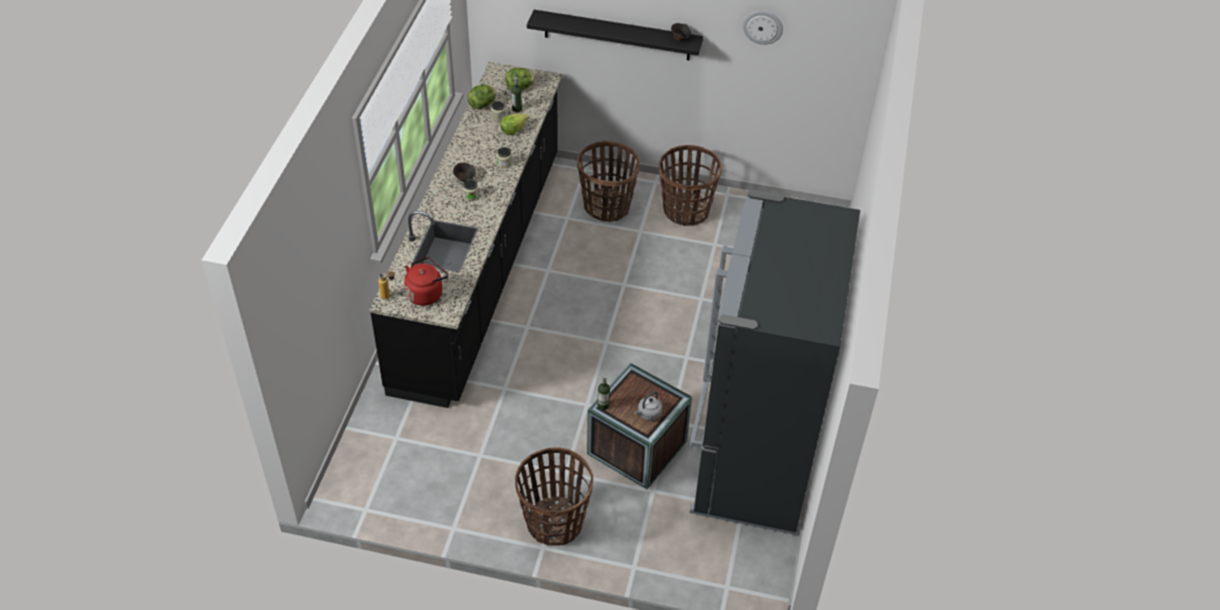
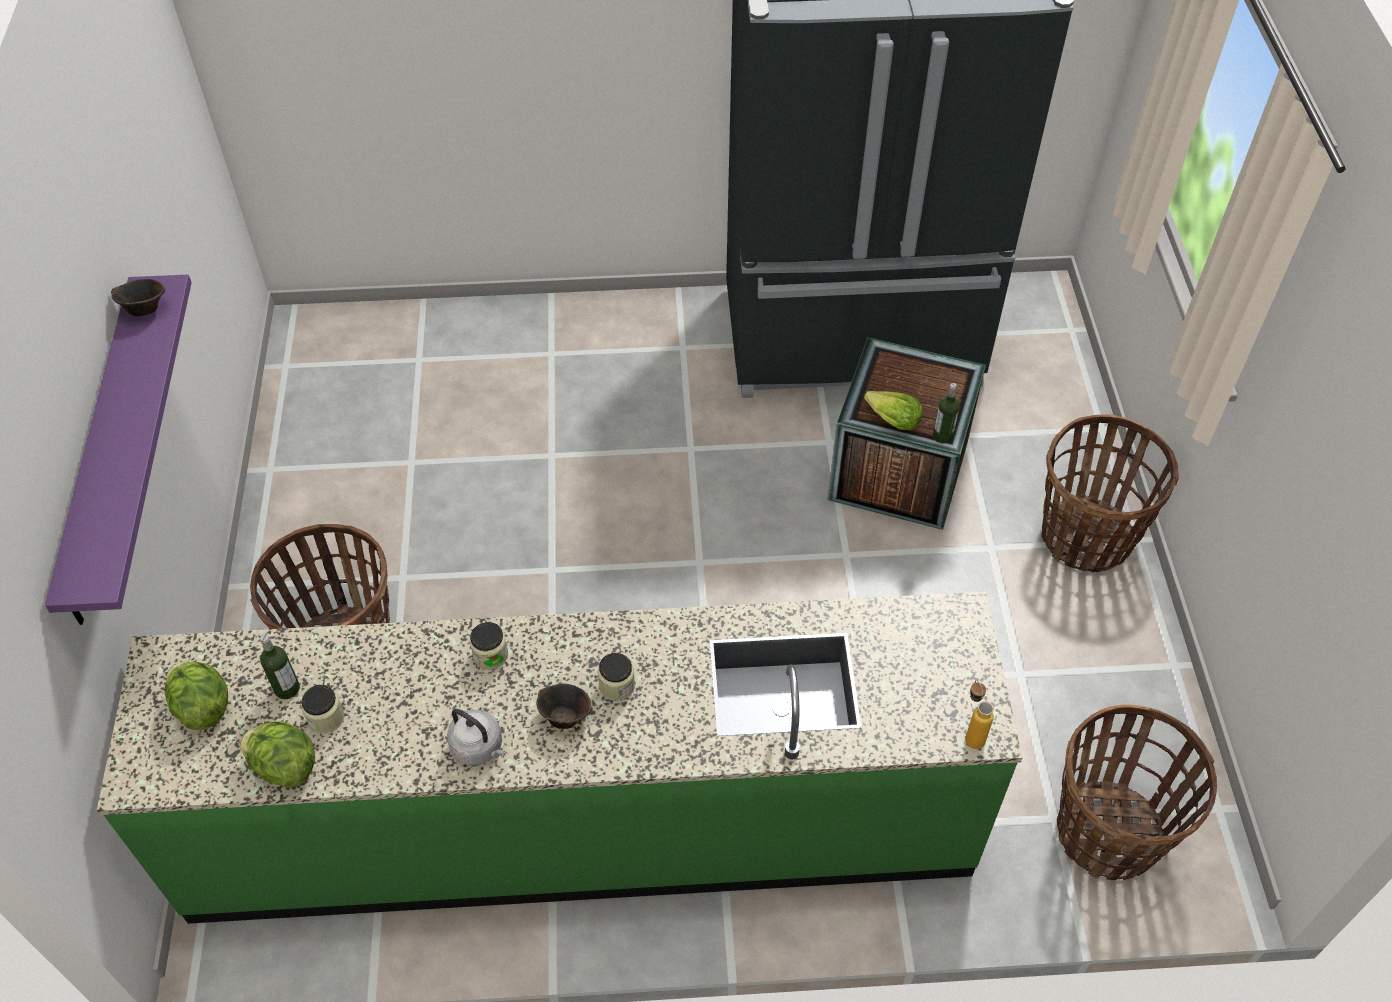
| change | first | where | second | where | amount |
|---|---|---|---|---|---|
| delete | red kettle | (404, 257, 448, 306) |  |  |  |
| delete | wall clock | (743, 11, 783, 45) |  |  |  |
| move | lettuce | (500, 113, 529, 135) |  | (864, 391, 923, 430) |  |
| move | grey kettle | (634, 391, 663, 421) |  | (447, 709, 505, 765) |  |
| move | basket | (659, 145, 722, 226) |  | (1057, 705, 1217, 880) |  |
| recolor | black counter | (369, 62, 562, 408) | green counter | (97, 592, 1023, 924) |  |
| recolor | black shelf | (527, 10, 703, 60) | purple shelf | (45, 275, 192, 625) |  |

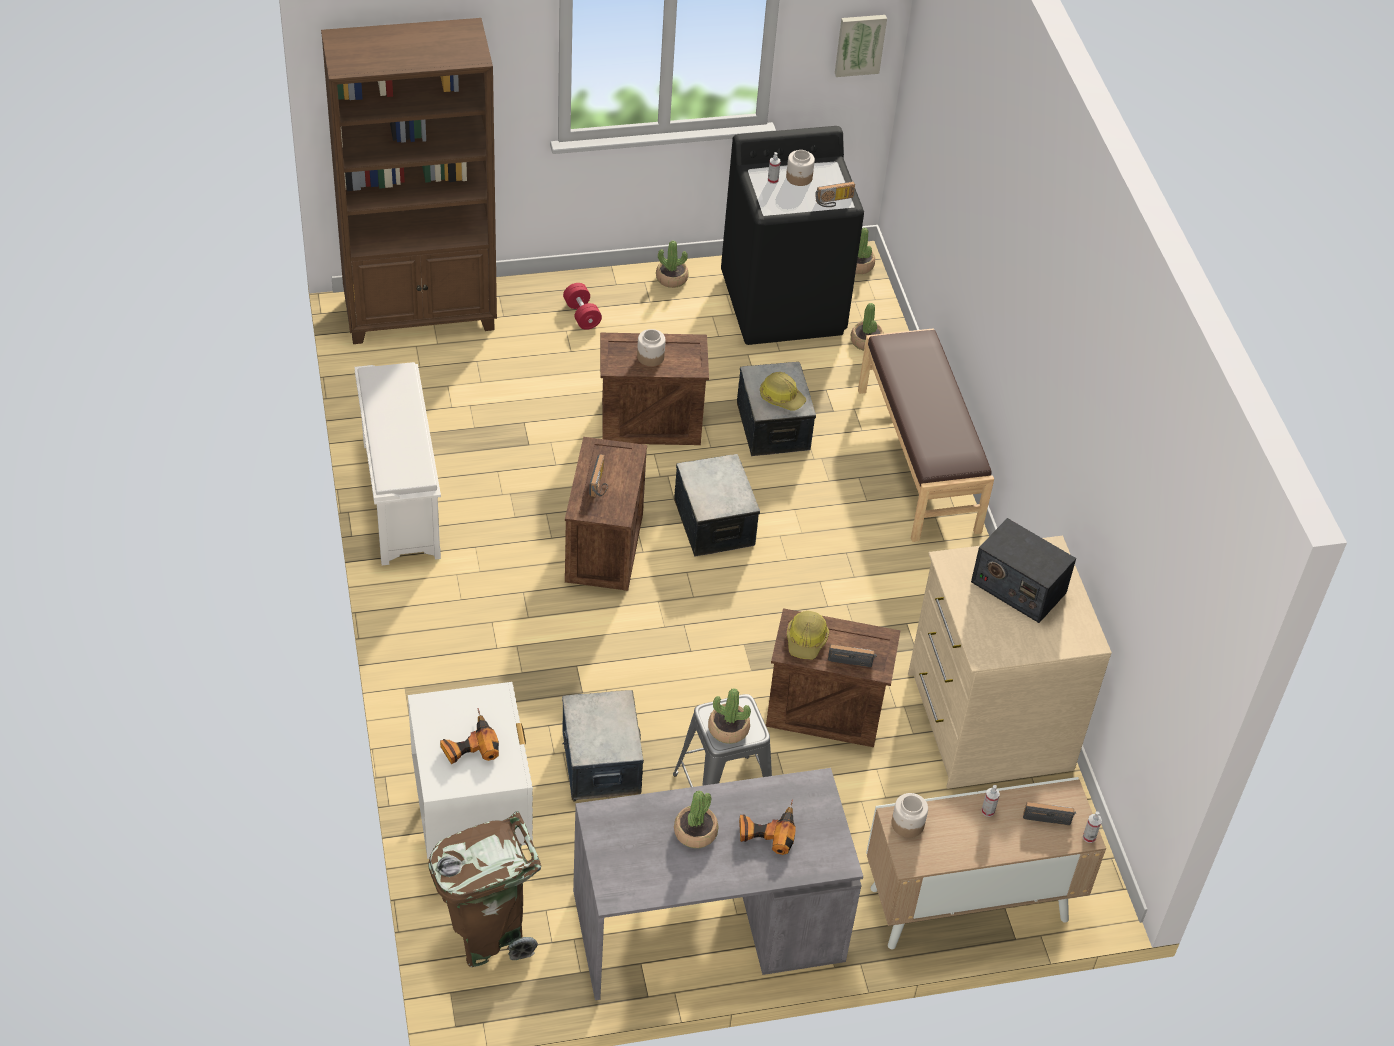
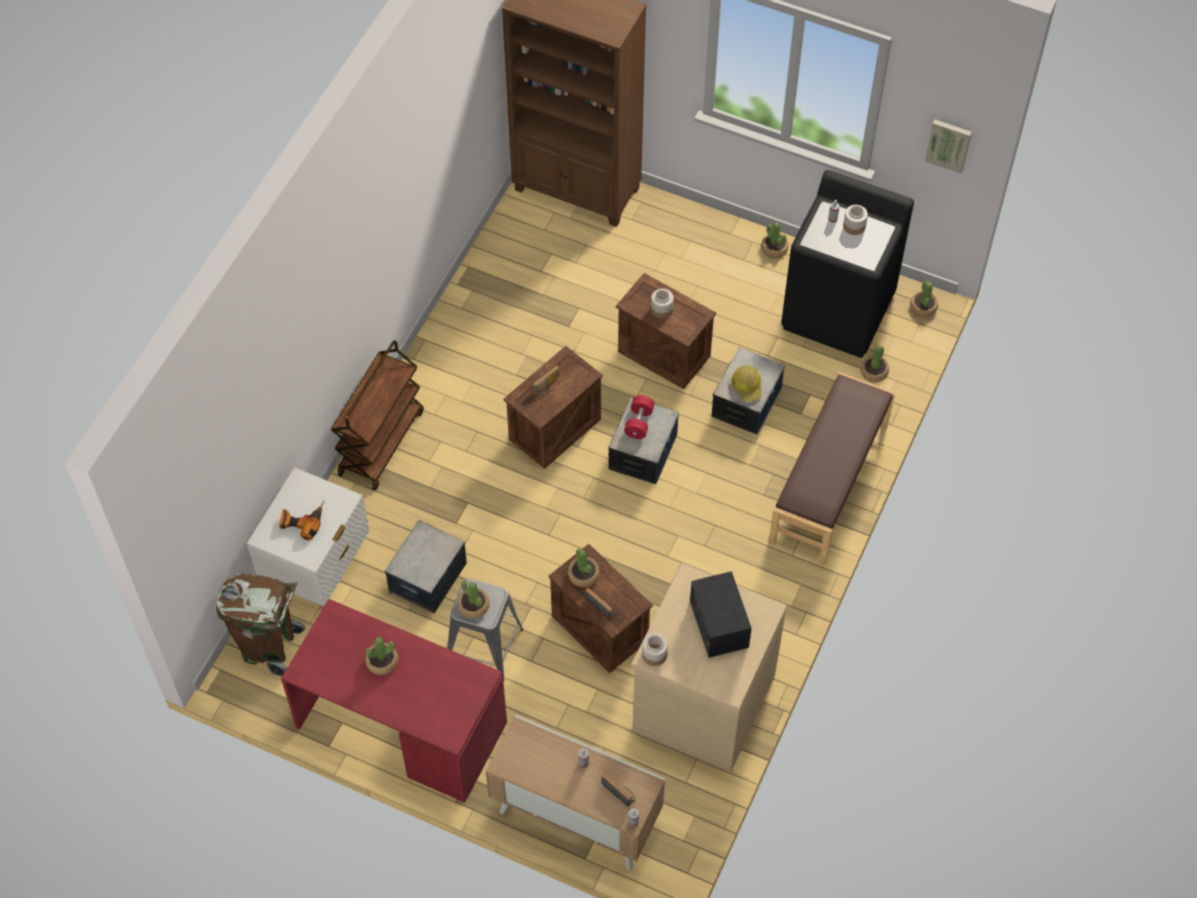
| change | first | where | second | where | amount |
|---|---|---|---|---|---|
| delete | white shoe rack | (355, 362, 441, 566) |  |  |  |
| delete | power drill | (739, 799, 795, 855) |  |  |  |
| delete | radio | (815, 181, 855, 207) |  |  |  |
| insert |  |  | brown cart | (331, 340, 424, 490) |  |
| move | red dumbbell | (563, 283, 602, 330) |  | (624, 395, 654, 439) |  |
| move | jar | (891, 793, 928, 838) |  | (642, 633, 668, 666) |  |
| replace | hard hat | (787, 611, 829, 660) | potted plant | (568, 548, 599, 587) |  |
| recolor | grey desk | (573, 768, 863, 1000) | red desk | (281, 599, 507, 803) |  |

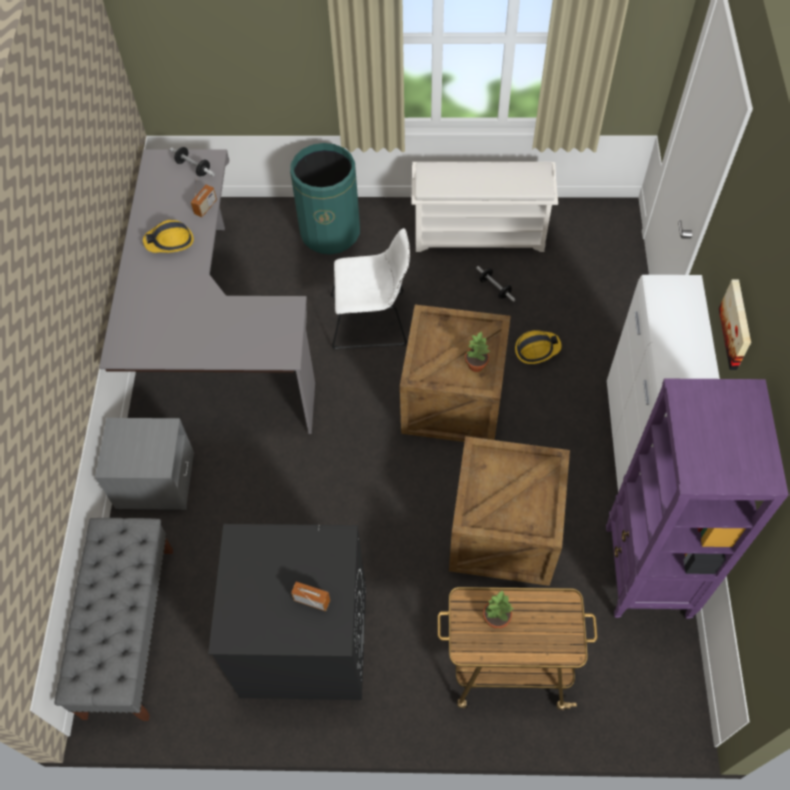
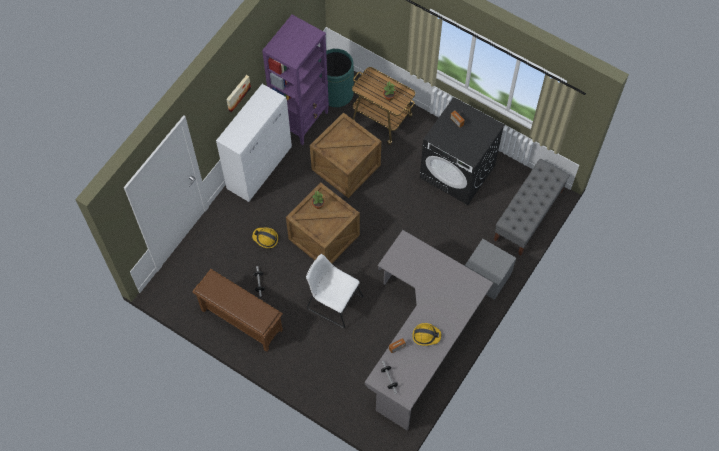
| change | first | where | second | where | amount |
|---|---|---|---|---|---|
| move | green trash can | (290, 143, 360, 255) |  | (319, 49, 354, 107) |  |
| recolor | white shoe rack | (412, 162, 558, 252) | brown shoe rack | (192, 269, 283, 352) |  |

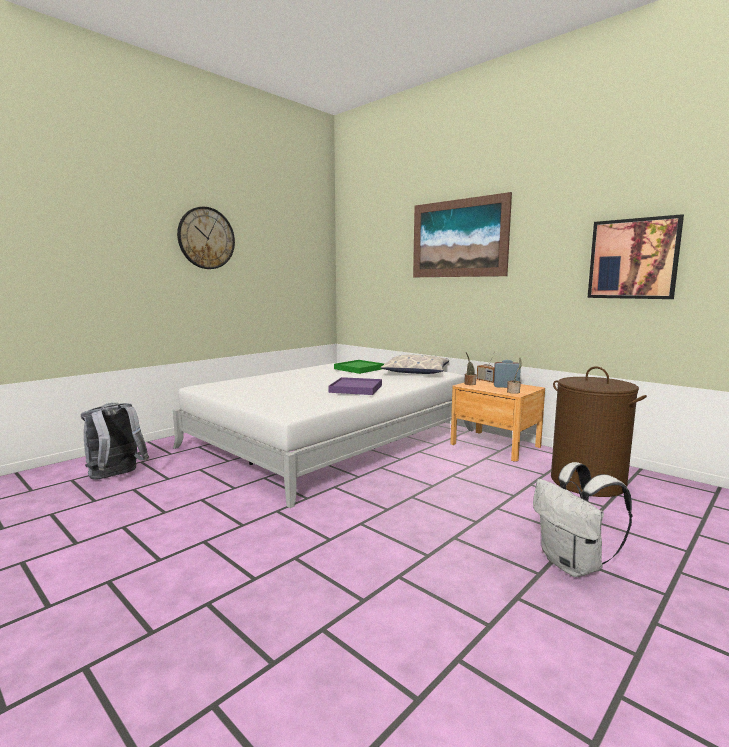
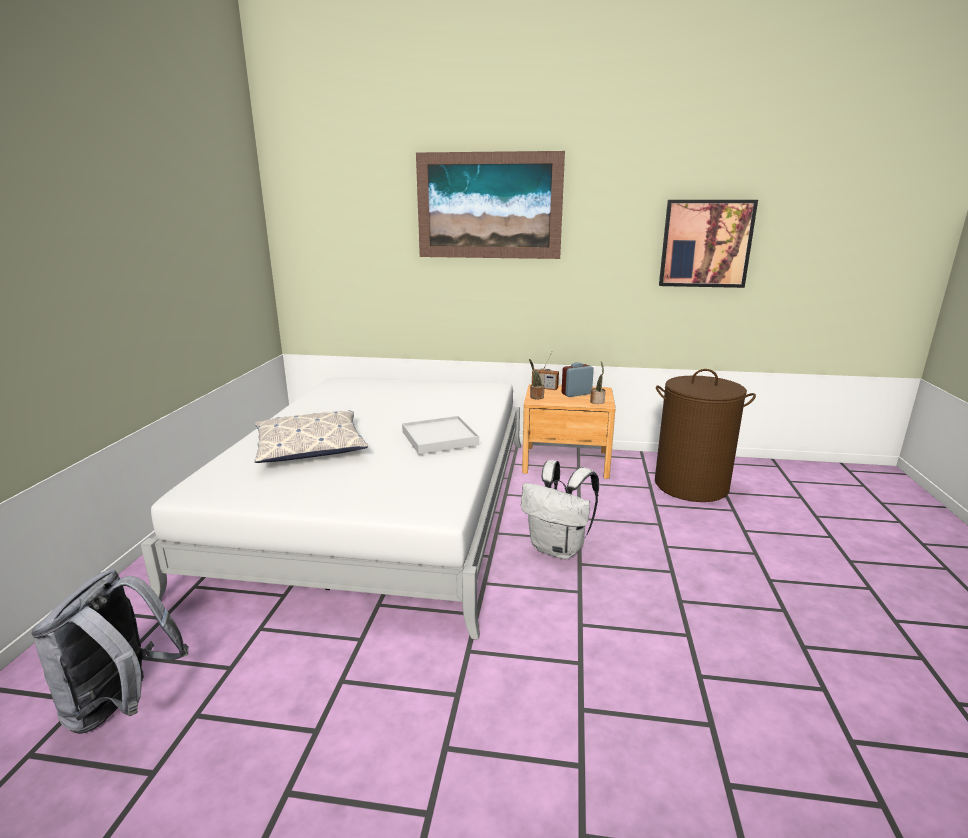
| change | first | where | second | where | amount |
|---|---|---|---|---|---|
| delete | wall clock | (177, 207, 235, 269) |  |  |  |
| delete | green tray | (334, 360, 384, 374) |  |  |  |
| move | pillow | (380, 354, 449, 374) |  | (254, 410, 368, 463) |  |
| move | white backpack | (533, 462, 633, 577) |  | (521, 460, 599, 559) |  |
| recolor | purple tray | (329, 377, 382, 395) | white tray | (402, 416, 479, 454) |  |

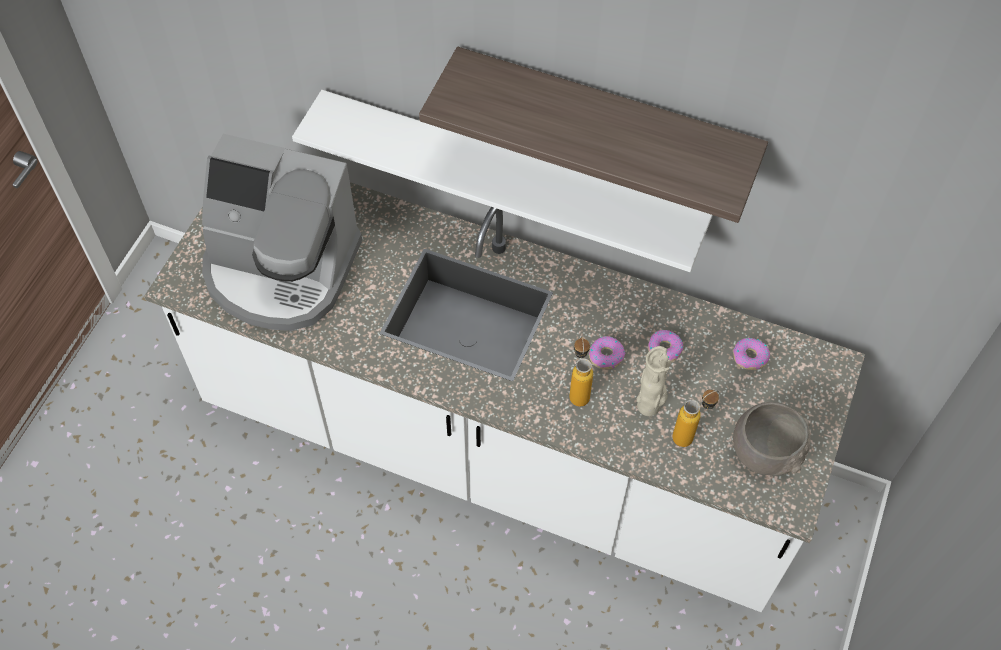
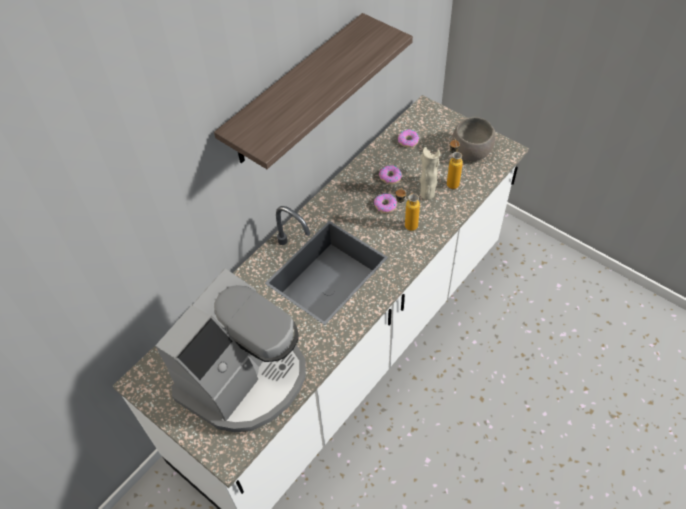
| change | first | where | second | where | amount |
|---|---|---|---|---|---|
| delete | white shelf | (292, 90, 712, 272) |  |  |  |

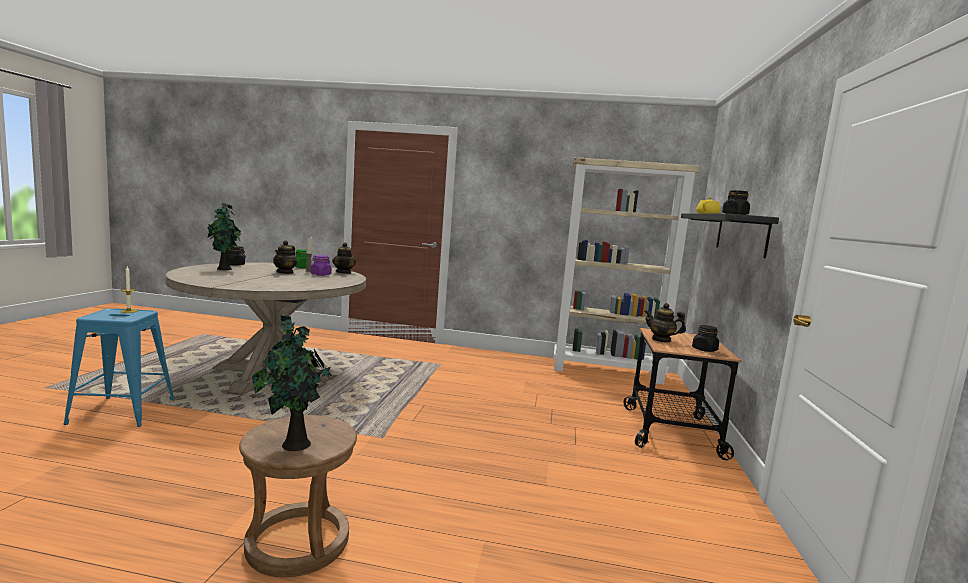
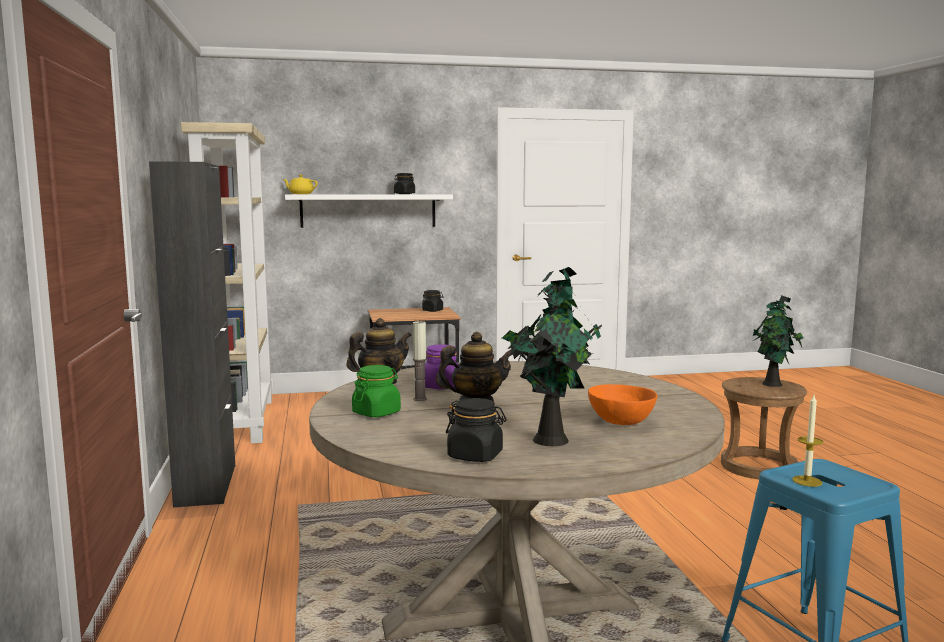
| change | first | where | second | where | amount |
|---|---|---|---|---|---|
| delete | teapot | (644, 303, 686, 342) |  |  |  |
| insert |  |  | black cabinet | (149, 161, 235, 508) |  |
| insert |  |  | orange bowl | (588, 384, 657, 425) |  |
| recolor | black shelf | (681, 213, 779, 258) | white shelf | (285, 195, 453, 228) |  |

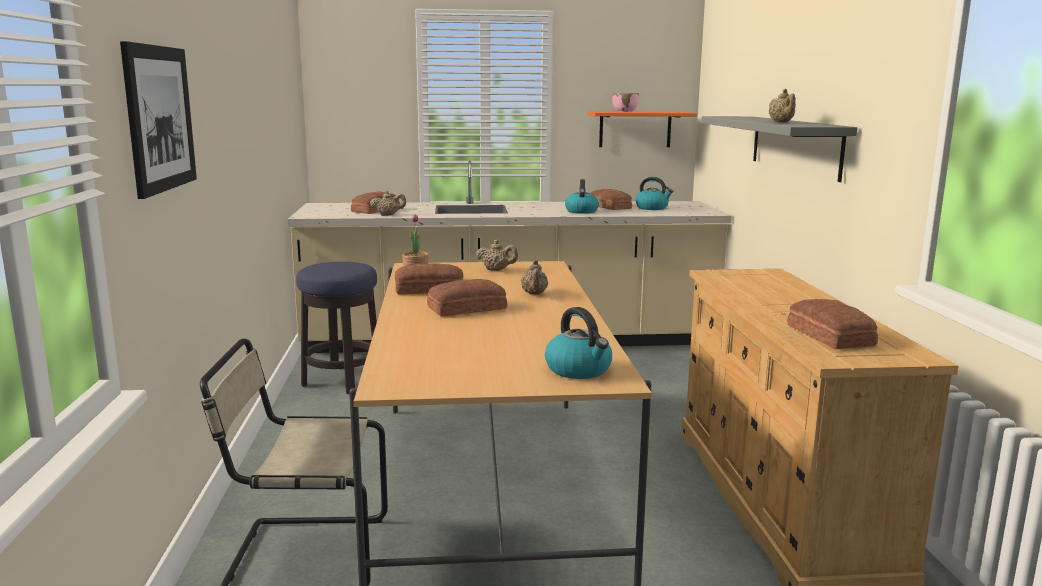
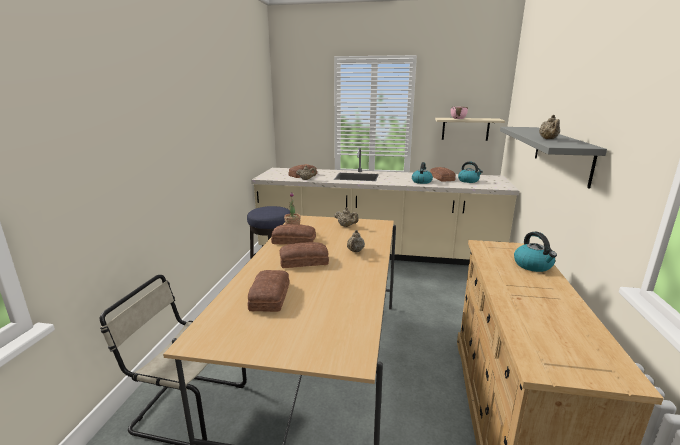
| change | first | where | second | where | amount |
|---|---|---|---|---|---|
| delete | picture | (120, 41, 197, 199) |  |  |  |
| move | kettle | (545, 307, 612, 379) |  | (514, 231, 557, 272) |  |
| move | bread | (787, 299, 878, 349) |  | (248, 270, 289, 312) |  |
| recolor | orange shelf | (587, 111, 697, 147) | beige shelf | (435, 118, 505, 141) |  |

